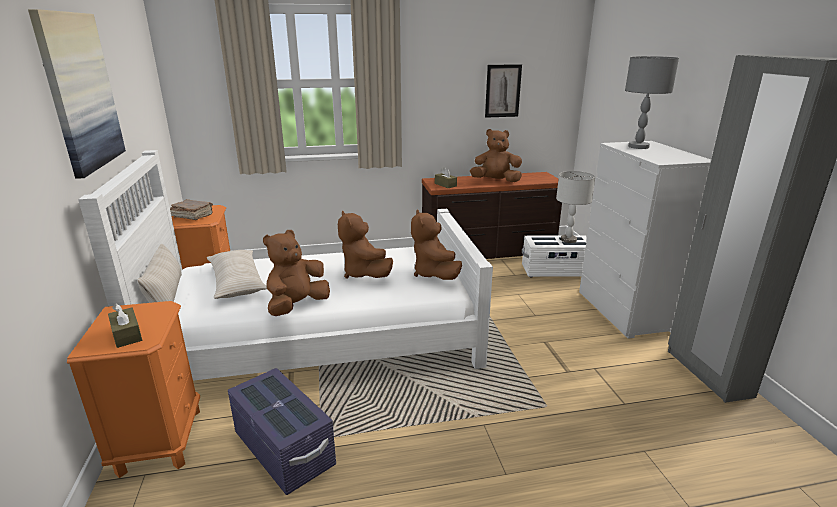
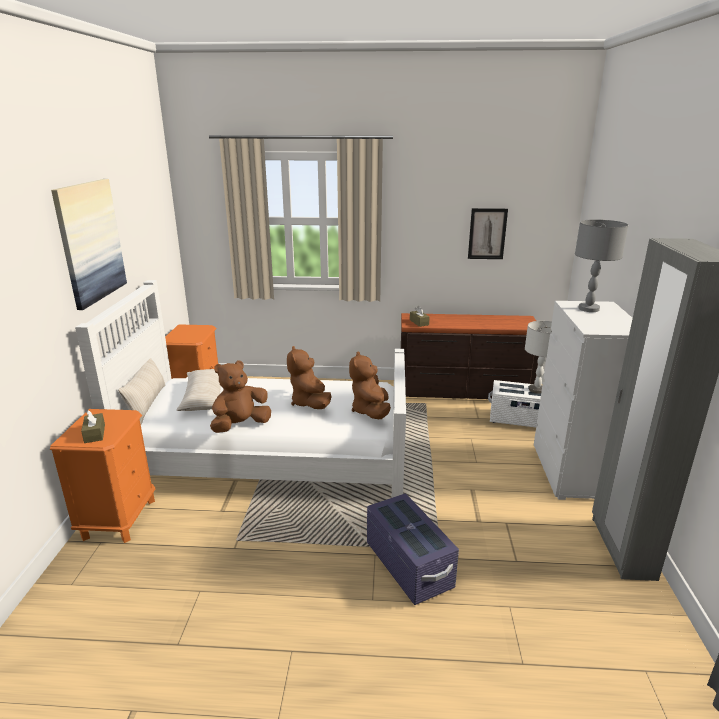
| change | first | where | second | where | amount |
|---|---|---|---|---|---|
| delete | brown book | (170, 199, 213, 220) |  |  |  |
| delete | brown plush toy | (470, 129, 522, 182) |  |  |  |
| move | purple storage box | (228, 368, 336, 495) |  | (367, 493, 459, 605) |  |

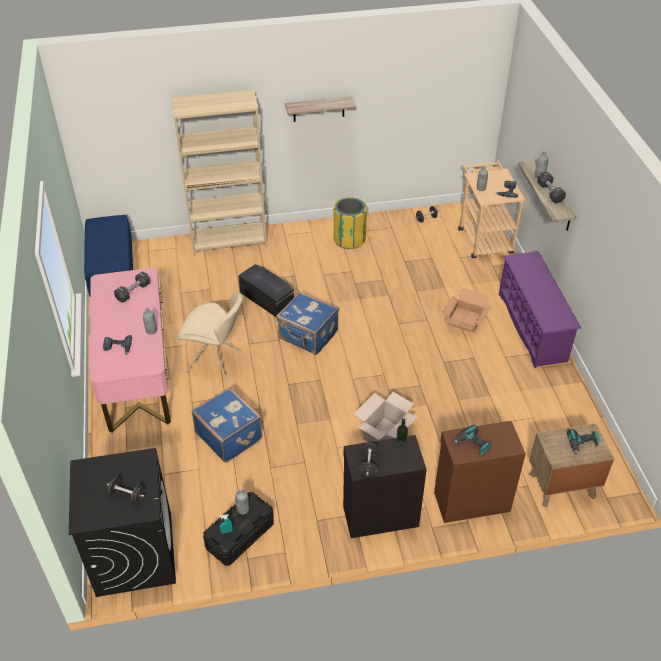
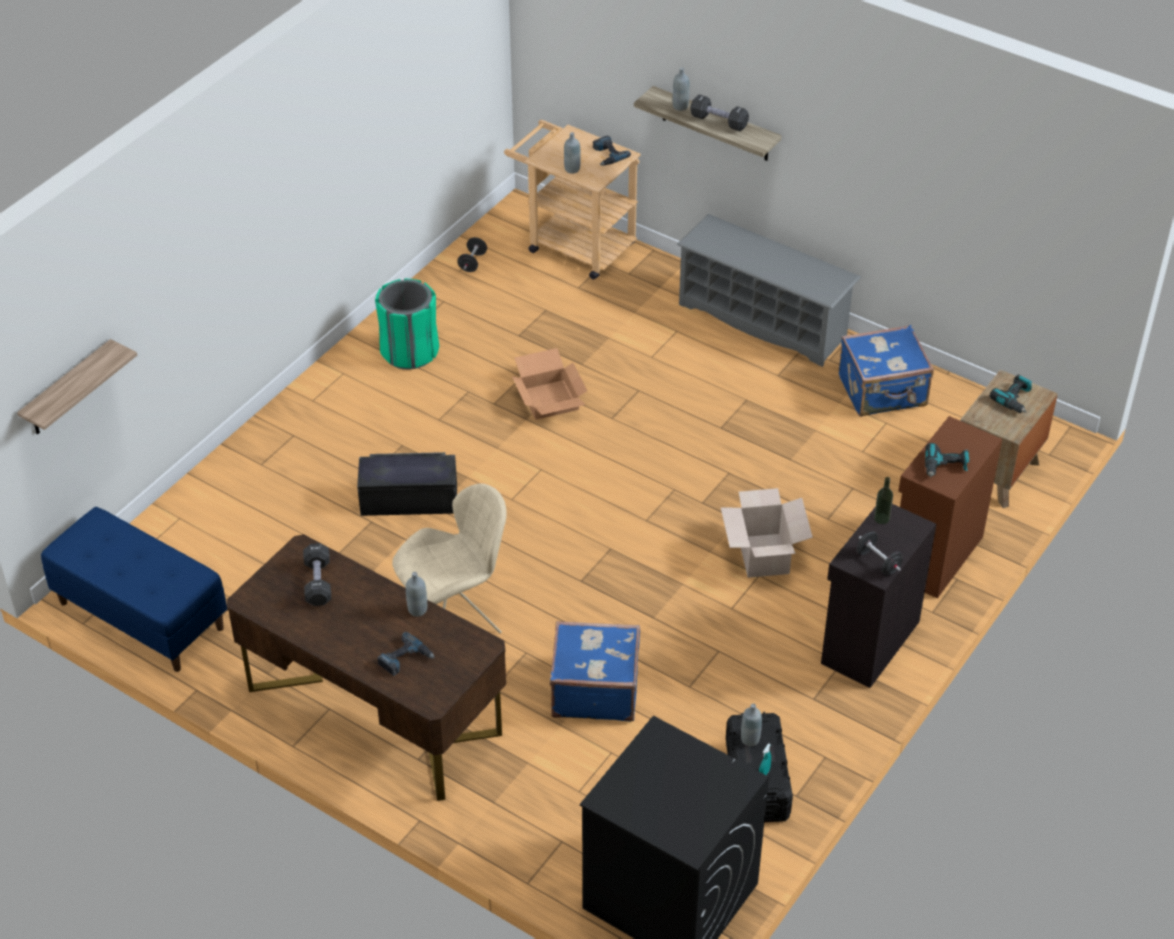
| change | first | where | second | where | amount |
|---|---|---|---|---|---|
| delete | black dumbbell | (107, 477, 145, 504) |  |  |  |
| delete | beige bookcase | (171, 90, 267, 255) |  |  |  |
| move | blue suitcase | (276, 291, 339, 355) |  | (839, 325, 934, 417) |  |
| move | shelf | (285, 96, 356, 122) |  | (17, 339, 137, 435) |  |
| move | cardboard box | (443, 288, 490, 333) |  | (512, 348, 587, 420) |  |
| recolor | pink desk | (90, 268, 171, 433) | brown desk | (227, 534, 506, 801) |  |
| recolor | yellow trash can | (333, 197, 367, 249) | green trash can | (375, 278, 439, 370) |  |
| recolor | purple shoe rack | (499, 251, 582, 368) | grey shoe rack | (677, 214, 861, 367) |  |

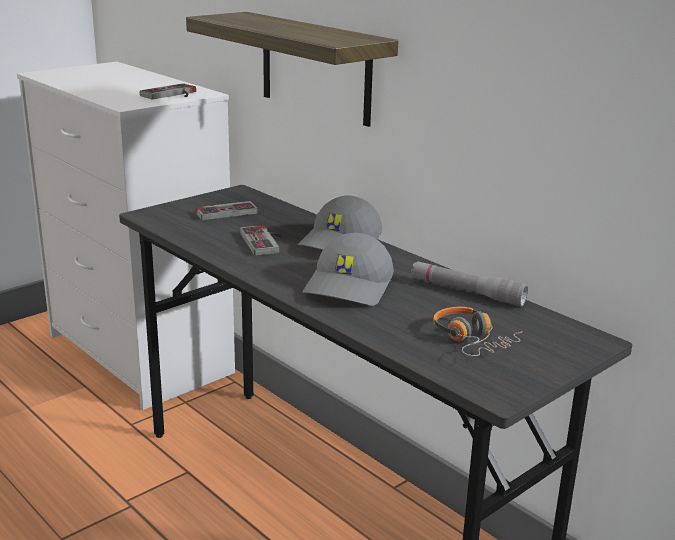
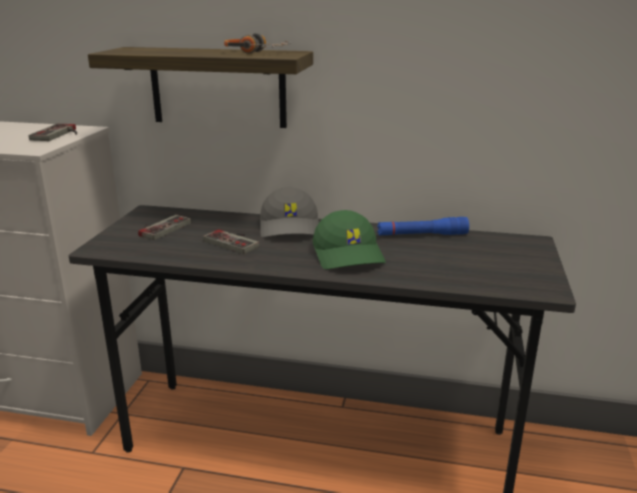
| change | first | where | second | where | amount |
|---|---|---|---|---|---|
| move | headphones | (433, 307, 522, 356) |  | (224, 33, 291, 54) |  |
| recolor | grey cap | (303, 233, 394, 306) | green cap | (313, 210, 386, 269) |  |
| recolor | grey flashlight | (411, 261, 528, 306) | blue flashlight | (377, 217, 469, 235) |  |

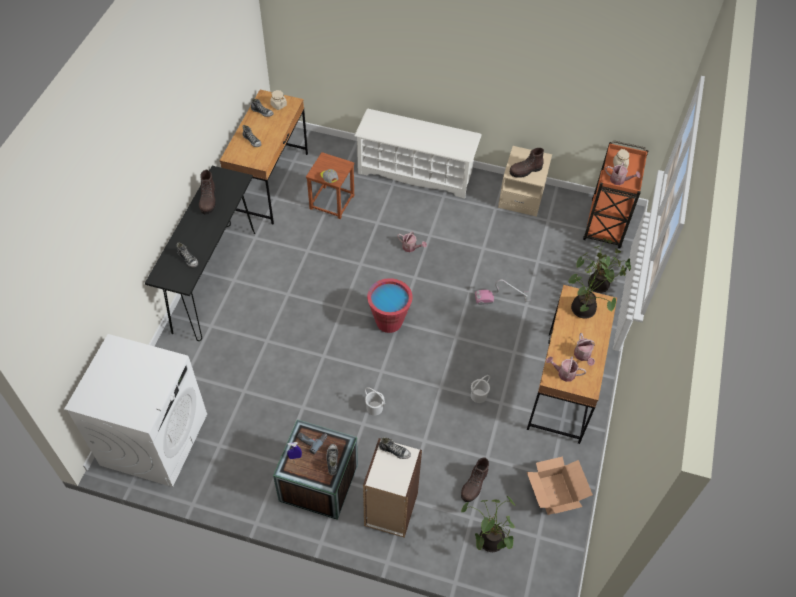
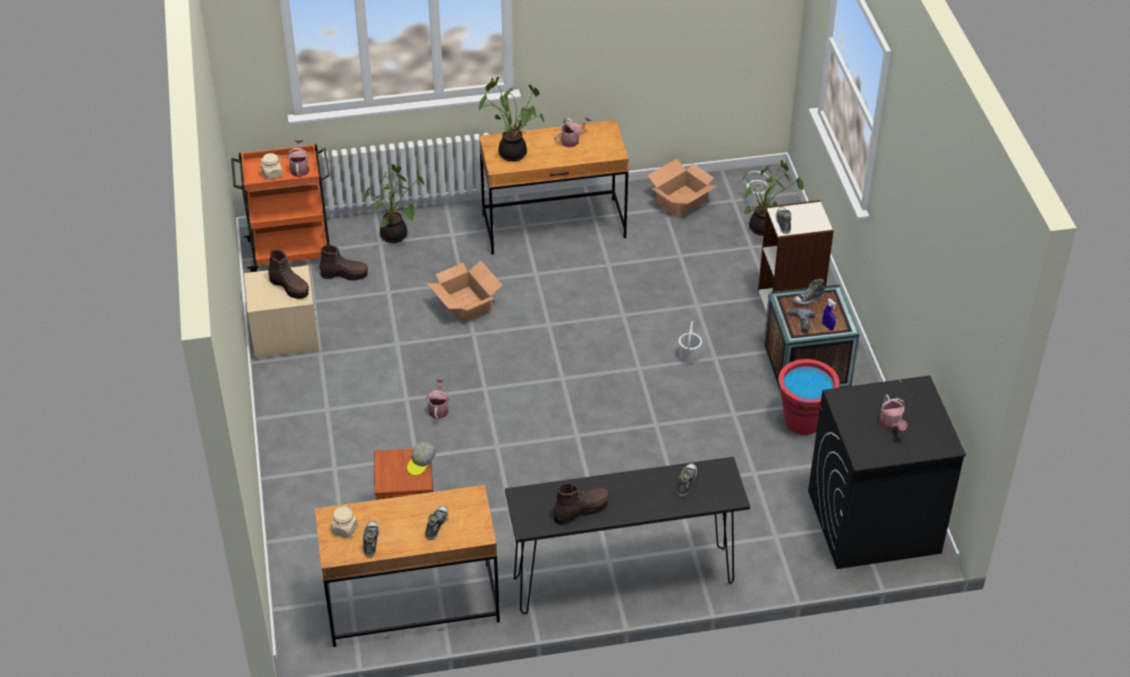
| change | first | where | second | where | amount |
|---|---|---|---|---|---|
| delete | white shoe rack | (354, 109, 482, 199) |  |  |  |
| move | red bucket | (367, 278, 413, 333) |  | (779, 359, 839, 435) |  |
| move | brown boot | (461, 457, 489, 502) |  | (319, 245, 368, 281) |  |
| move | white bucket | (471, 375, 490, 403) |  | (744, 171, 772, 208) |  |
| move | watering can | (546, 356, 586, 382) |  | (880, 394, 907, 431) |  |
| replace | vacuum cleaner | (475, 279, 531, 305) | cardboard box | (427, 260, 502, 324) |  |
| recolor | white washing machine | (64, 334, 207, 487) | black washing machine | (808, 376, 966, 569) |  |

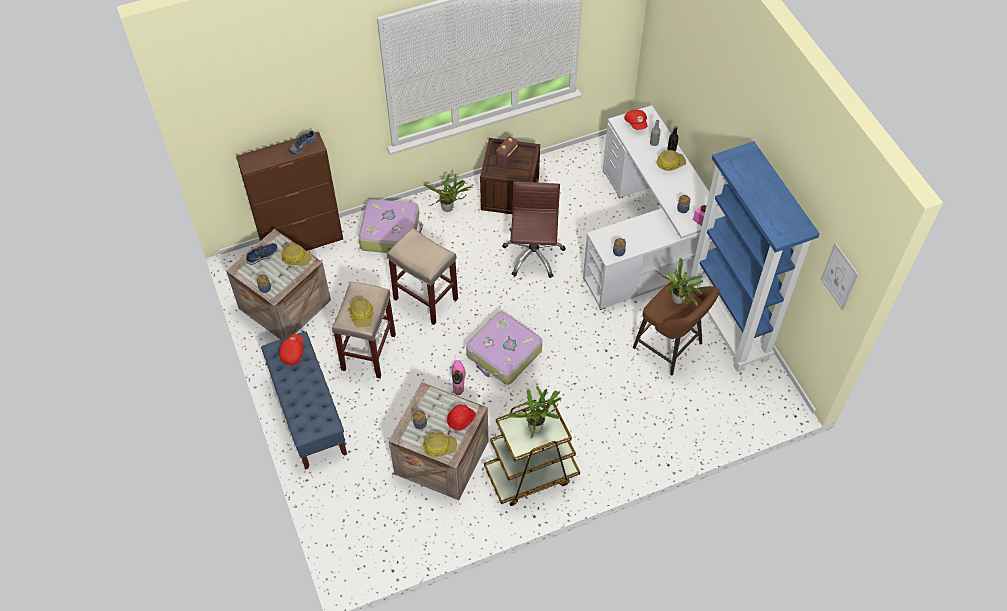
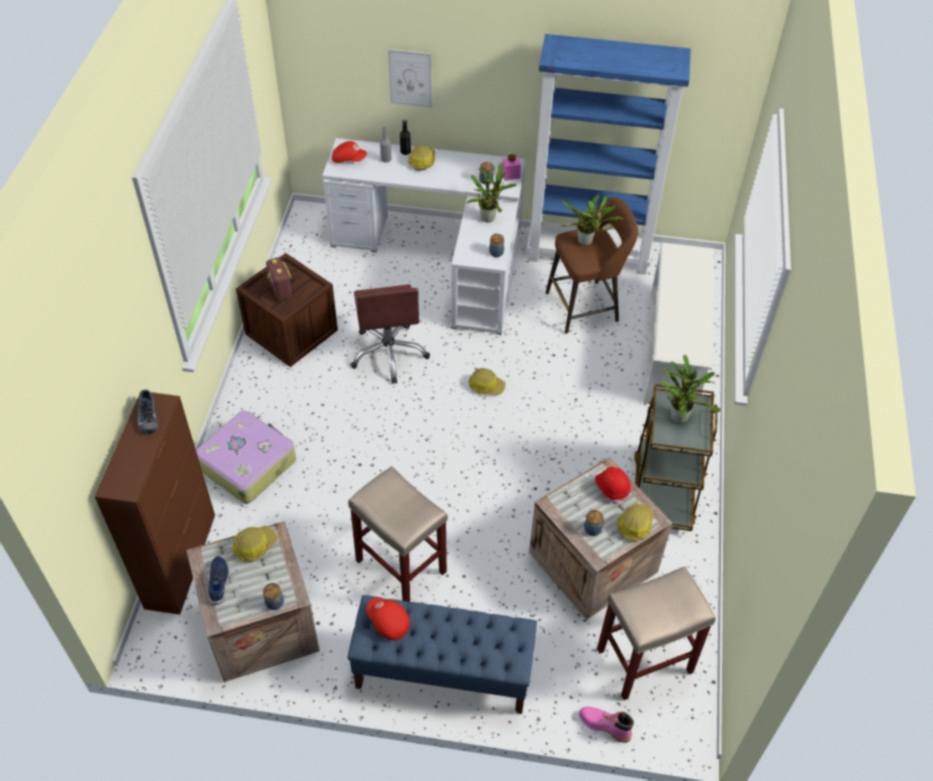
| change | first | where | second | where | amount |
|---|---|---|---|---|---|
| delete | suitcase | (466, 311, 542, 385) |  |  |  |
| insert |  |  | white shoe rack | (643, 242, 714, 405) |  |
| move | hard hat | (349, 298, 374, 328) |  | (469, 368, 506, 395) |  |
| move | beige stool | (387, 228, 458, 325) |  | (597, 566, 716, 700) |  |
| move | potted plant | (423, 174, 473, 212) |  | (467, 163, 517, 222) |  |
| move | pink boot | (452, 360, 466, 395) |  | (579, 706, 634, 743) |  |
| move | picture | (821, 242, 859, 311) |  | (388, 49, 432, 108) |  |
| rotate | brown office chair | (503, 182, 566, 278) |  | (350, 284, 430, 384) | 135 degrees counterclockwise |

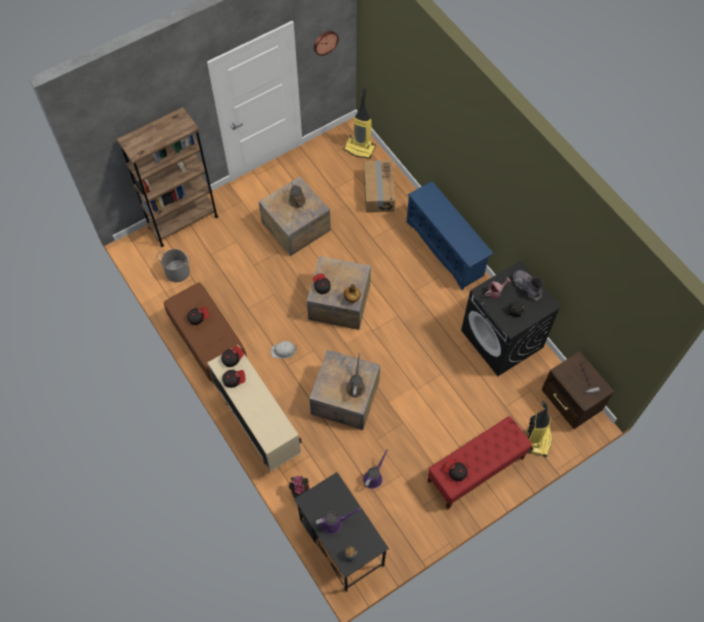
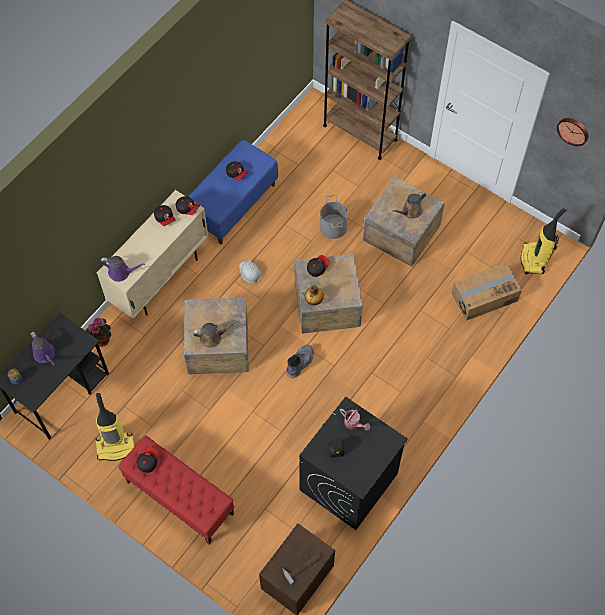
| change | first | where | second | where | amount |
|---|---|---|---|---|---|
| delete | blue shoe rack | (406, 181, 493, 290) |  |  |  |
| move | grey bucket | (156, 249, 191, 282) |  | (320, 195, 348, 239) |  |
| move | purple watering can | (363, 449, 388, 489) |  | (100, 256, 145, 282) |  |
| move | grey boot | (513, 270, 544, 301) |  | (286, 345, 314, 379) |  |
| move | vacuum cleaner | (527, 401, 552, 457) |  | (95, 393, 134, 461) |  |
| recolor | brown bench | (164, 282, 247, 383) | blue bench | (188, 140, 278, 244) |  |

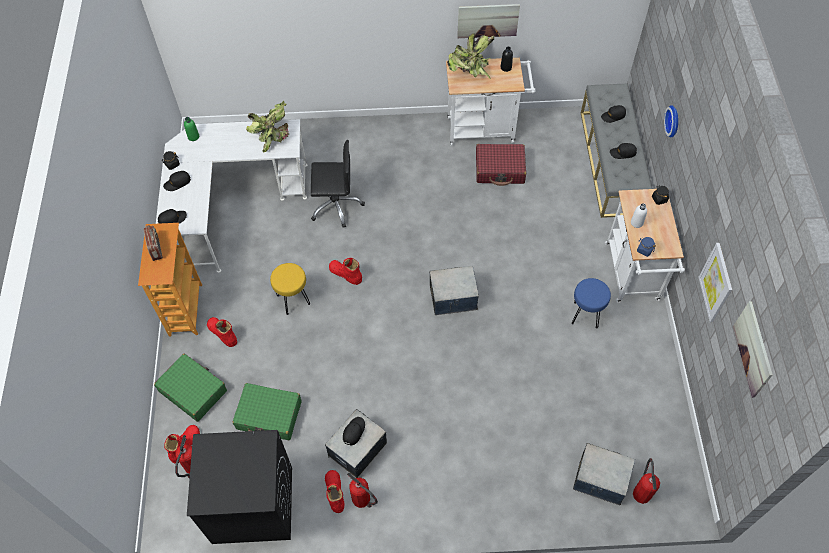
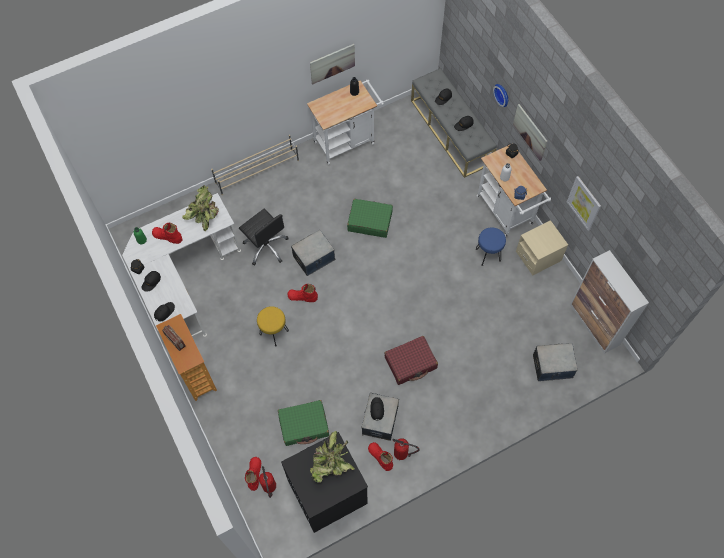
| change | first | where | second | where | amount |
|---|---|---|---|---|---|
| delete | fire extinguisher | (633, 458, 660, 504) |  |  |  |
| insert |  |  | beige shoe rack | (211, 135, 299, 195) |  |
| insert |  |  | beige nightstand | (516, 220, 568, 276) |  |
| insert |  |  | cabinet | (570, 250, 649, 354) |  |
| move | green suitcase | (154, 354, 227, 422) |  | (347, 199, 393, 238) |  |
| move | red boot | (207, 317, 237, 347) |  | (152, 223, 182, 244) |  |
| move | storage box | (430, 266, 479, 315) |  | (291, 230, 335, 276) |  |
| move | potted plant | (447, 33, 494, 79) |  | (310, 431, 355, 483) |  |
| move | red suitcase | (476, 144, 526, 186) |  | (384, 336, 438, 385) |  |
| move | picture | (733, 301, 773, 398) |  | (513, 104, 547, 161) |  |
| rotate | black office chair | (311, 140, 365, 228) |  | (239, 209, 289, 266) | 75 degrees clockwise |

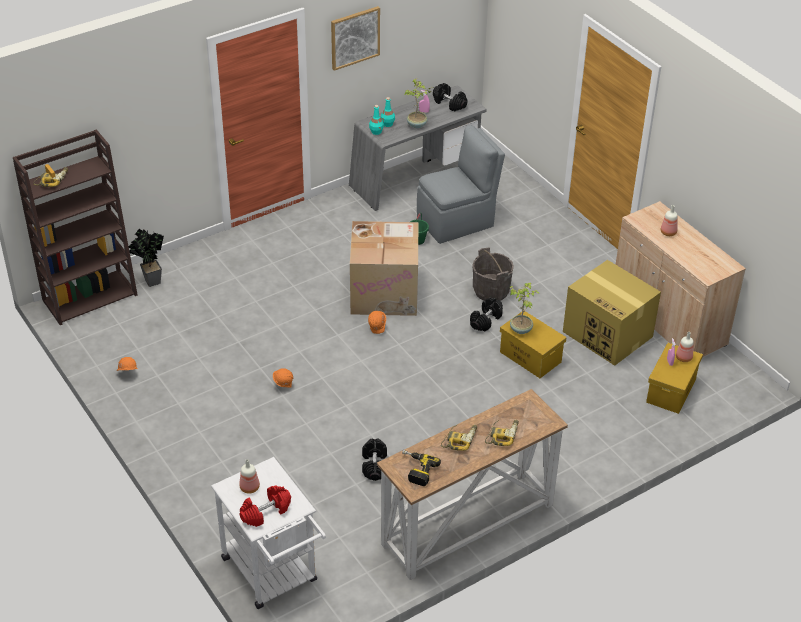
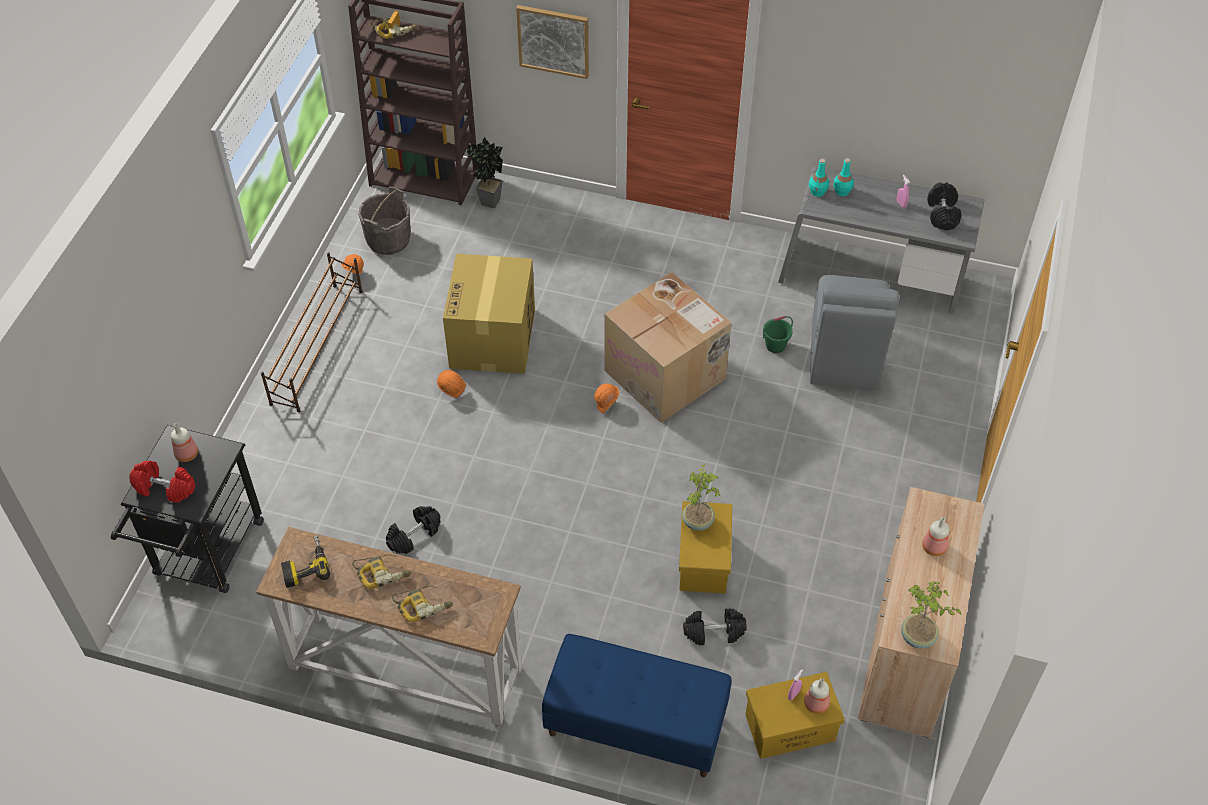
| change | first | where | second | where | amount |
|---|---|---|---|---|---|
| insert |  |  | brown shoe rack | (261, 252, 363, 412) |  |
| insert |  |  | blue bench | (542, 634, 732, 777) |  |
| move | picture | (331, 6, 380, 71) |  | (516, 5, 589, 79) |  |
| move | potted plant | (404, 78, 431, 128) |  | (901, 581, 961, 649) |  |
| move | black dumbbell | (470, 298, 503, 331) |  | (683, 608, 747, 645) |  |
| move | grey bucket | (472, 247, 514, 301) |  | (358, 187, 411, 255) |  |
| move | cardboard box | (563, 260, 661, 366) |  | (443, 254, 535, 374) |  |
| recolor | white cart | (211, 457, 326, 609) | black cart | (111, 425, 264, 593) |  |
| rotate | grey chair | (417, 125, 505, 244) |  | (810, 275, 899, 391) | 75 degrees clockwise |

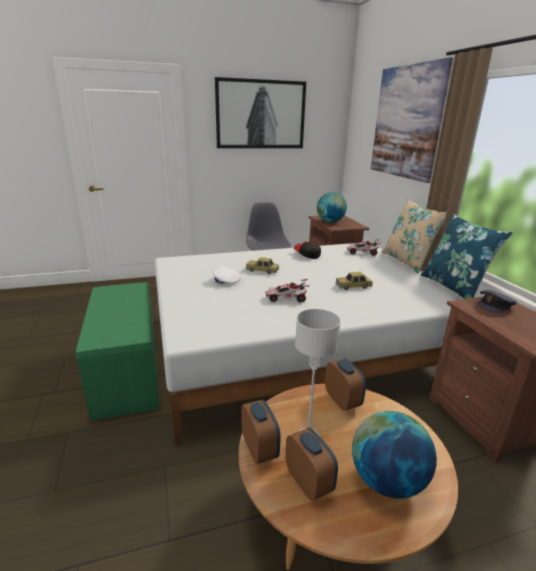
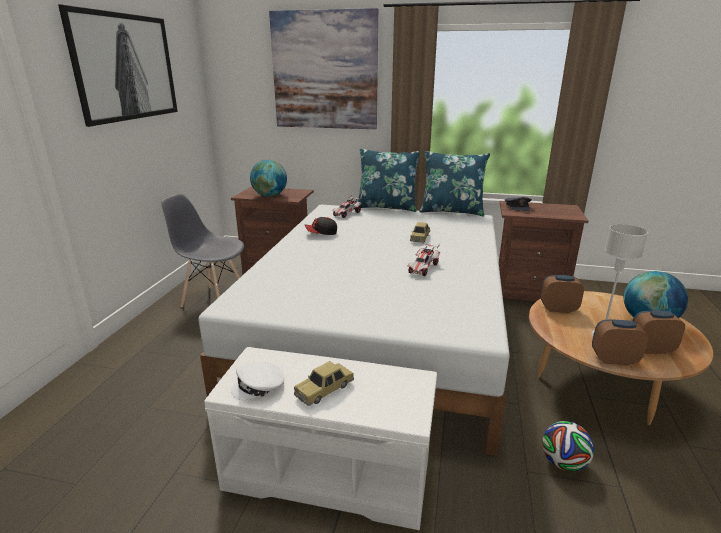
| change | first | where | second | where | amount |
|---|---|---|---|---|---|
| insert |  |  | football | (542, 421, 594, 472) |  |
| move | white cap | (211, 265, 241, 284) |  | (231, 362, 284, 400) |  |
| move | toy car | (246, 257, 280, 274) |  | (294, 361, 354, 406) |  |
| recolor | green bench | (76, 282, 159, 421) | white bench | (204, 347, 437, 531) |  |
| recolor | beige pillow | (382, 199, 446, 274) | blue pillow | (357, 149, 419, 212) |  |

